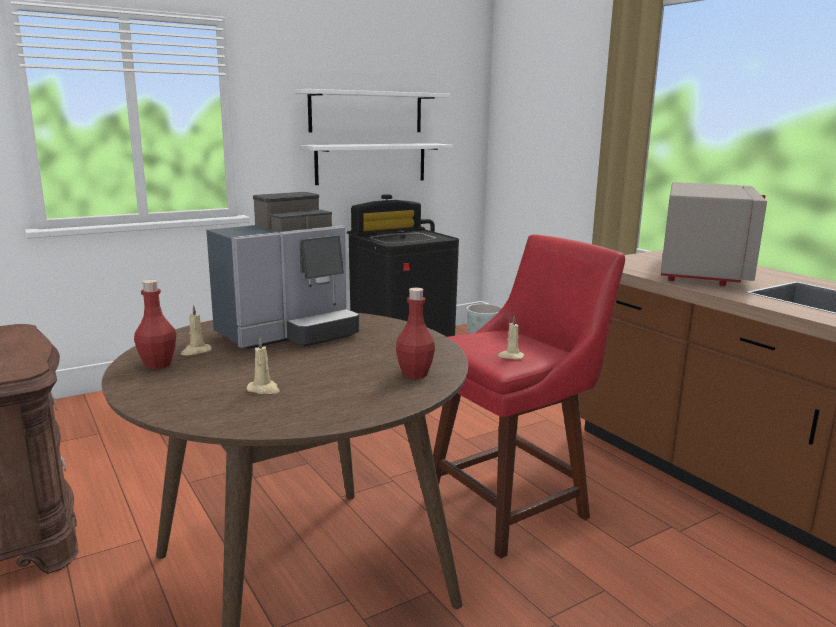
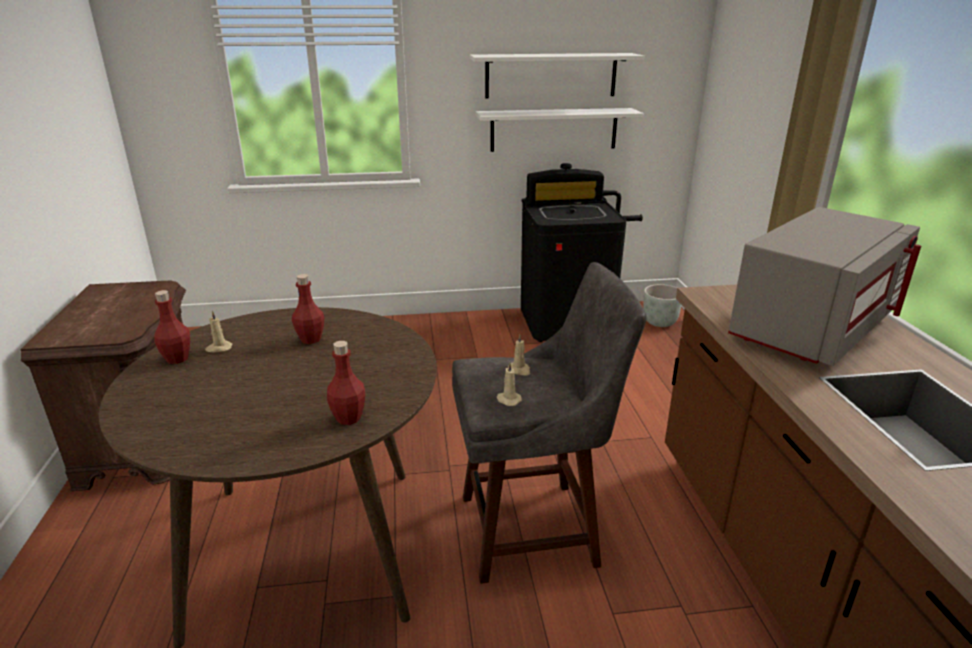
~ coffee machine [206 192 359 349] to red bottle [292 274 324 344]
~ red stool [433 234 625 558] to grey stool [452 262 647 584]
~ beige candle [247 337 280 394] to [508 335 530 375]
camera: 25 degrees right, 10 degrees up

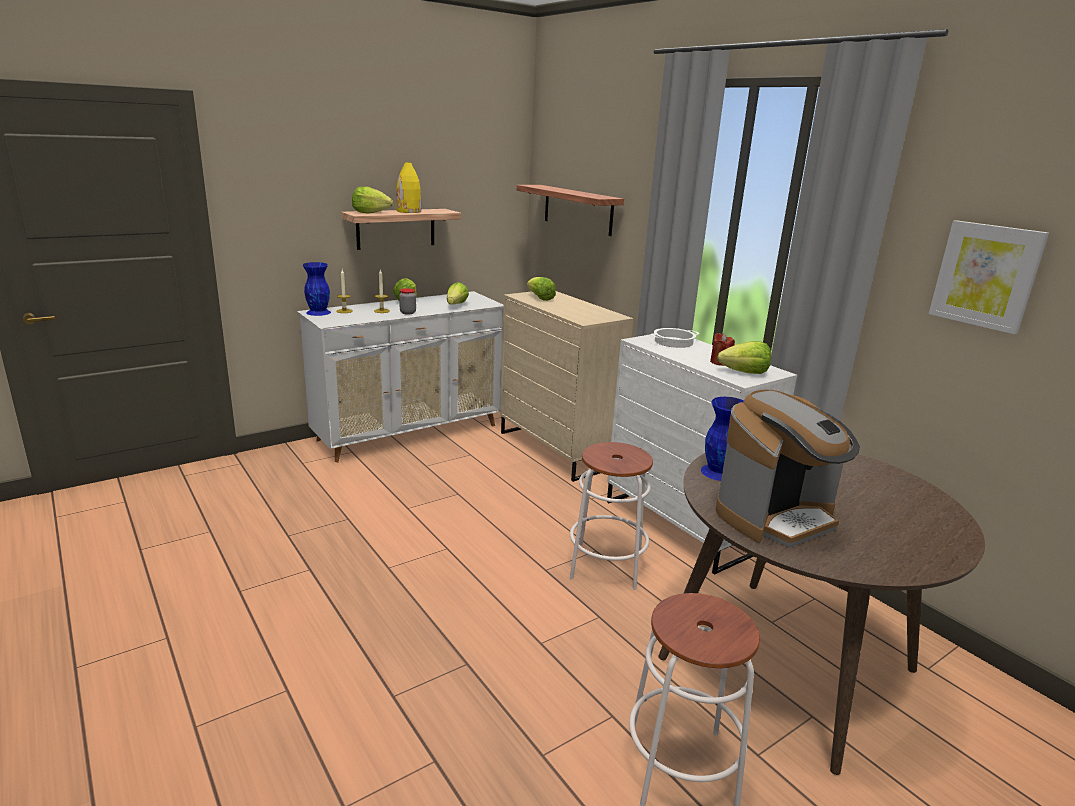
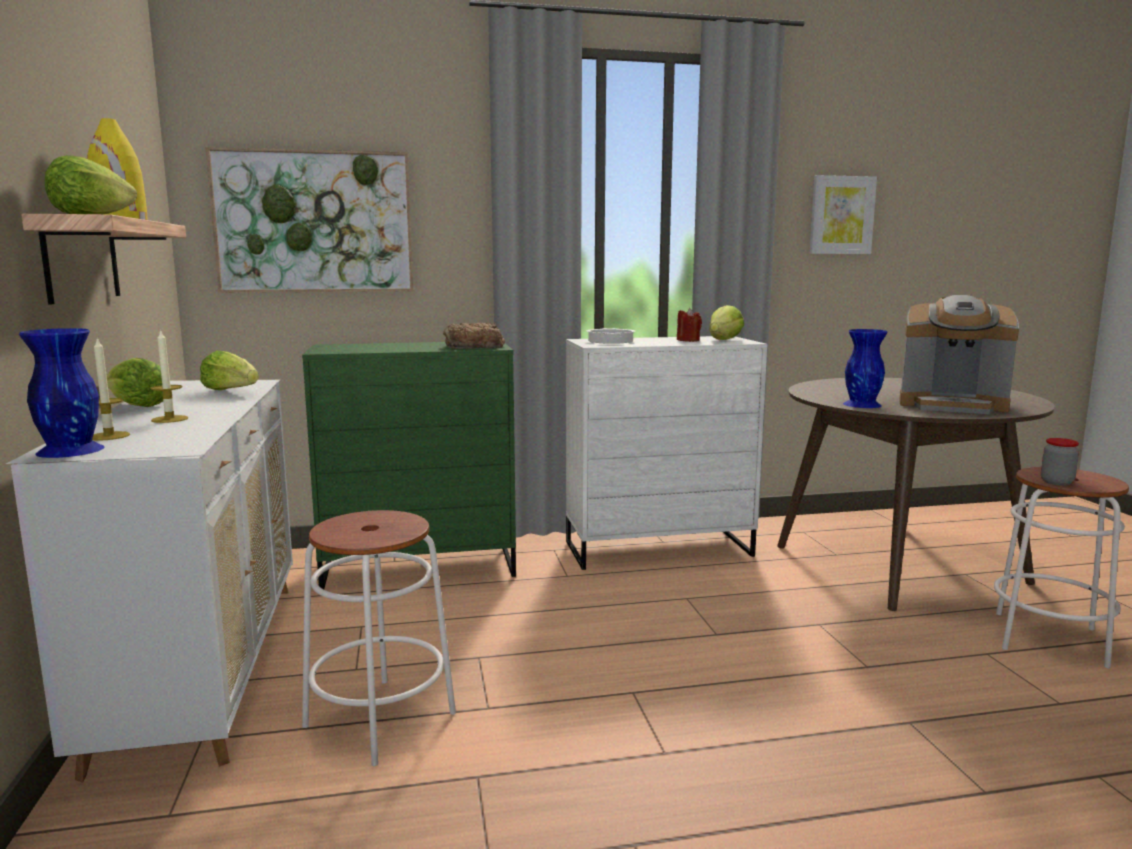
~ shelf [517 185 624 236] to picture [205 147 413 293]
~ beige dresser [500 291 634 482] to green dresser [302 342 516 589]
~ white stool [570 442 653 590] to [302 510 456 766]
+ bread [443 322 505 349]
~ coffee machine [716 390 860 548] = [899 295 1019 414] 120 degrees clockwise
~ jar [399 288 416 315] to [1041 438 1079 486]
- lettuce [527 277 556 301]
camera: 65 degrees left, 10 degrees down

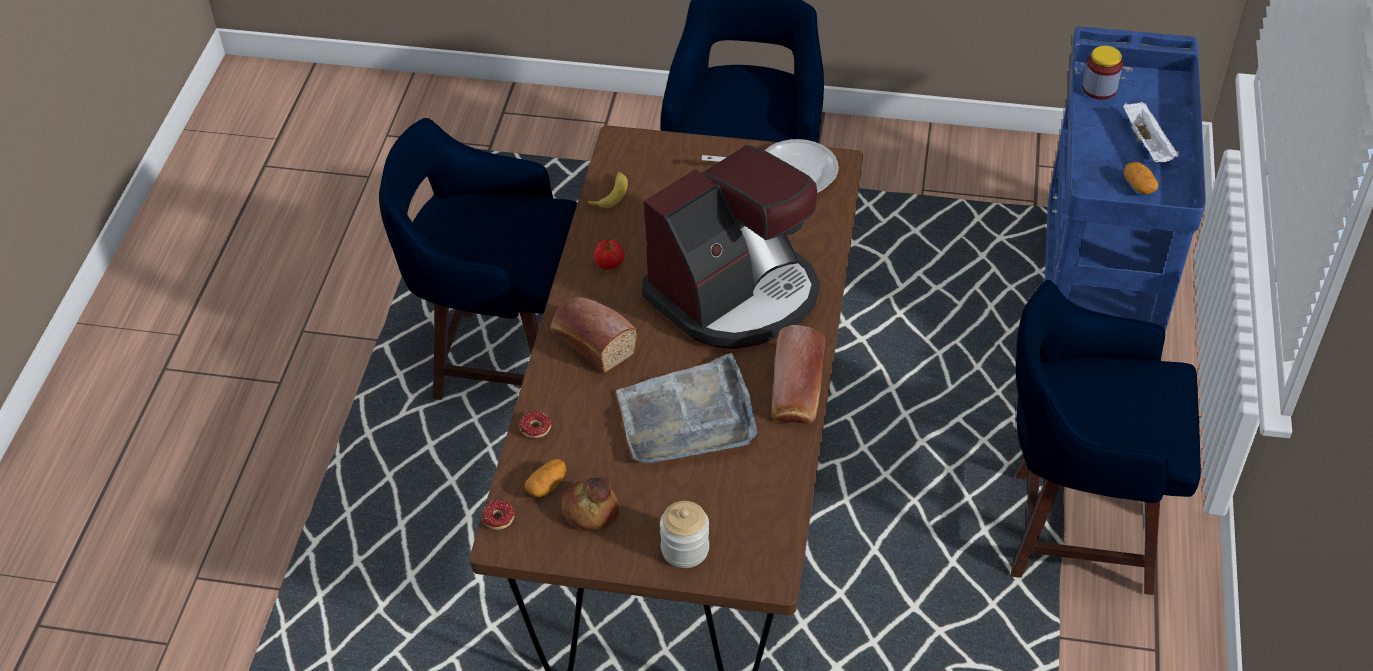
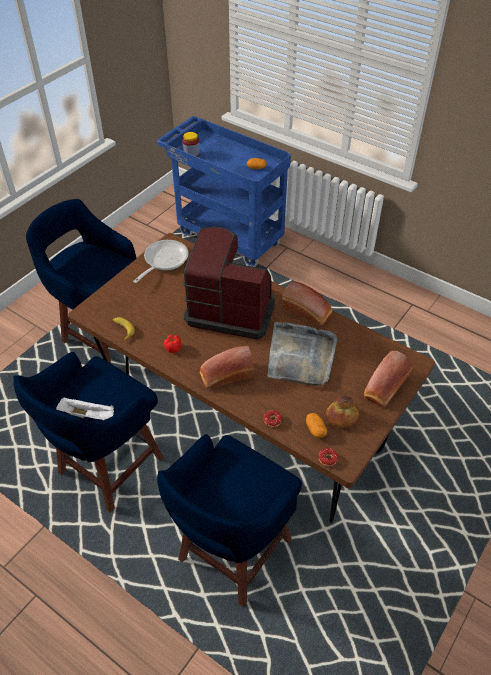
~ white tray [1123 102 1179 162] to [56 397 114 420]
~ blue stool [1011 280 1201 595] to [157 434 302 607]
~ coffee machine [642 145 820 349] = [183 226 275 340] 60 degrees counterclockwise
~ jar [660 501 709 568] to bread [364 351 413 407]
camera: 65 degrees left, 0 degrees up

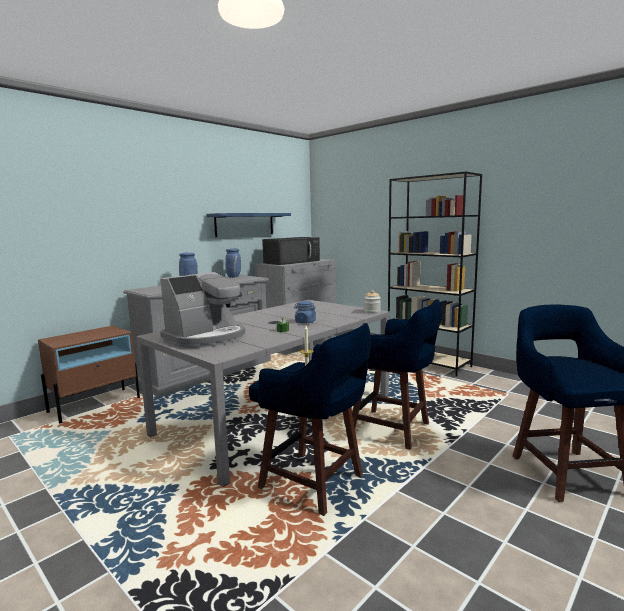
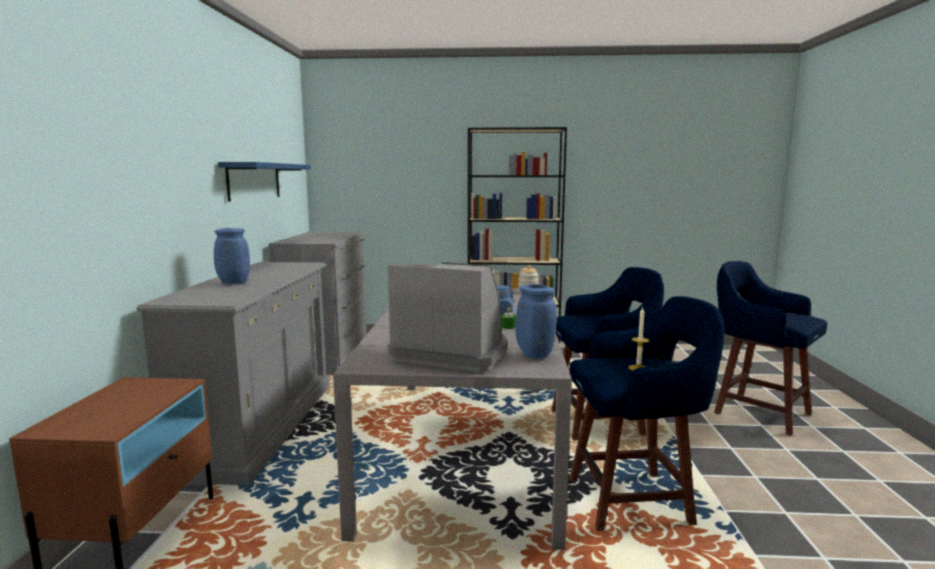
~ coffee machine [160 272 245 348] = [387 262 507 372] 75 degrees counterclockwise
~ blue vase [225 249 241 278] to [515 284 557 359]
- black microwave [262 237 320 265]
camera: 40 degrees left, 0 degrees up

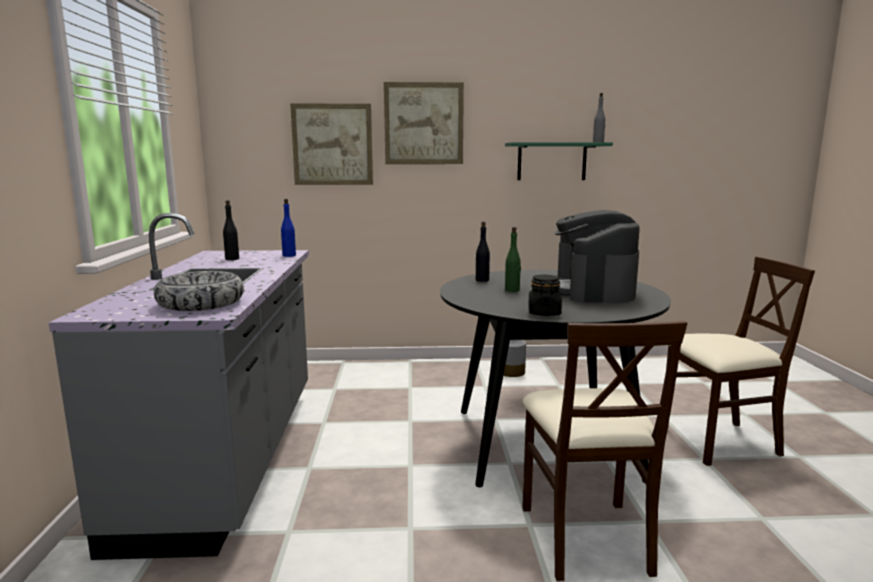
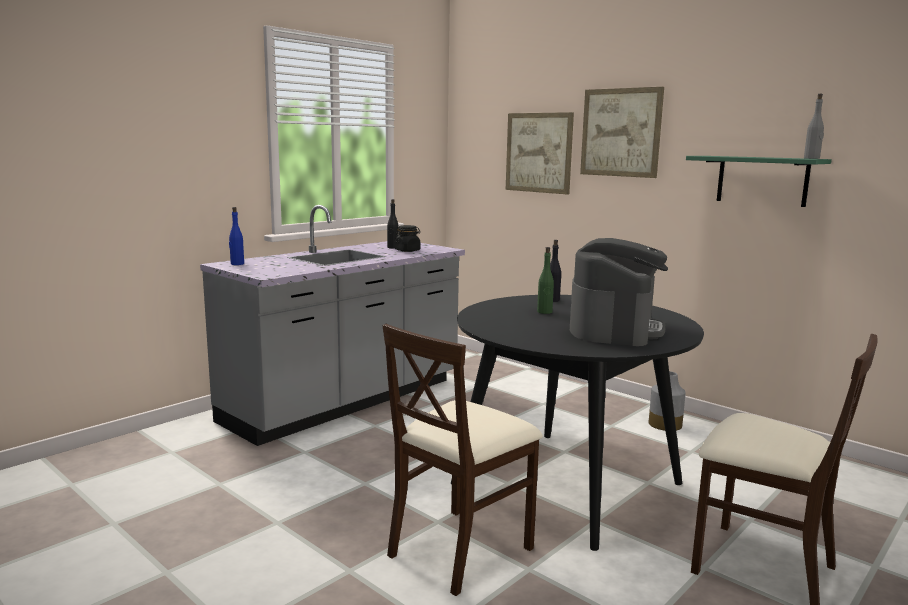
~ blue bottle [281 199 296 257] to [229 207 244 265]
~ black jar [528 275 562 316] to [395 225 421 252]
~ coffee machine [554 210 640 303] = [570 238 668 346] 150 degrees clockwise
- bowl [154 271 244 311]
camera: 45 degrees right, 0 degrees up

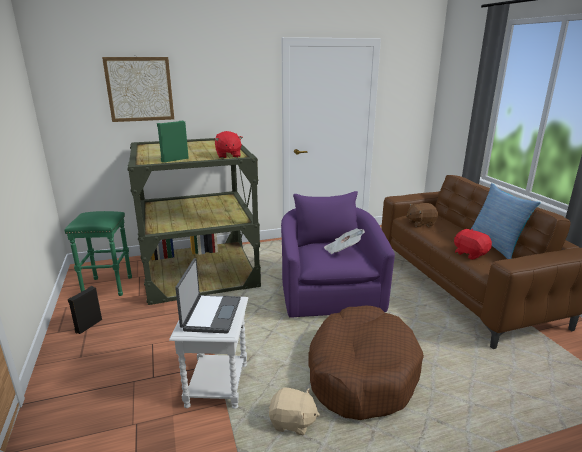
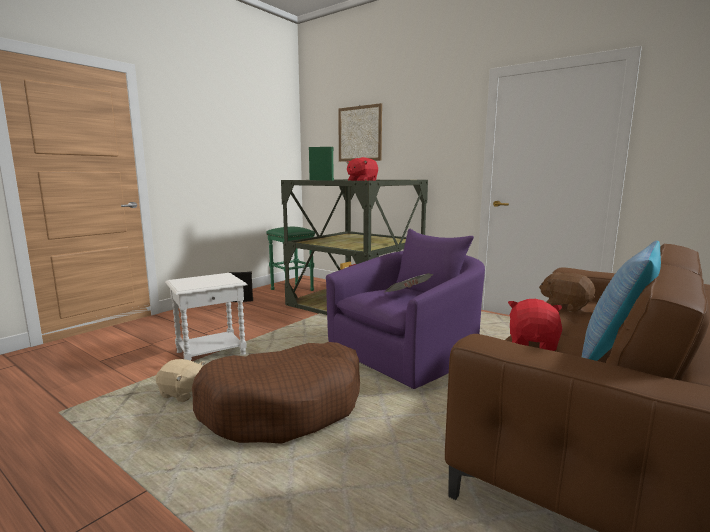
~ beige plush toy [269 387 320 435] = [156 359 206 402] 45 degrees counterclockwise
- laptop [175 258 241 333]
camera: 55 degrees right, 10 degrees down

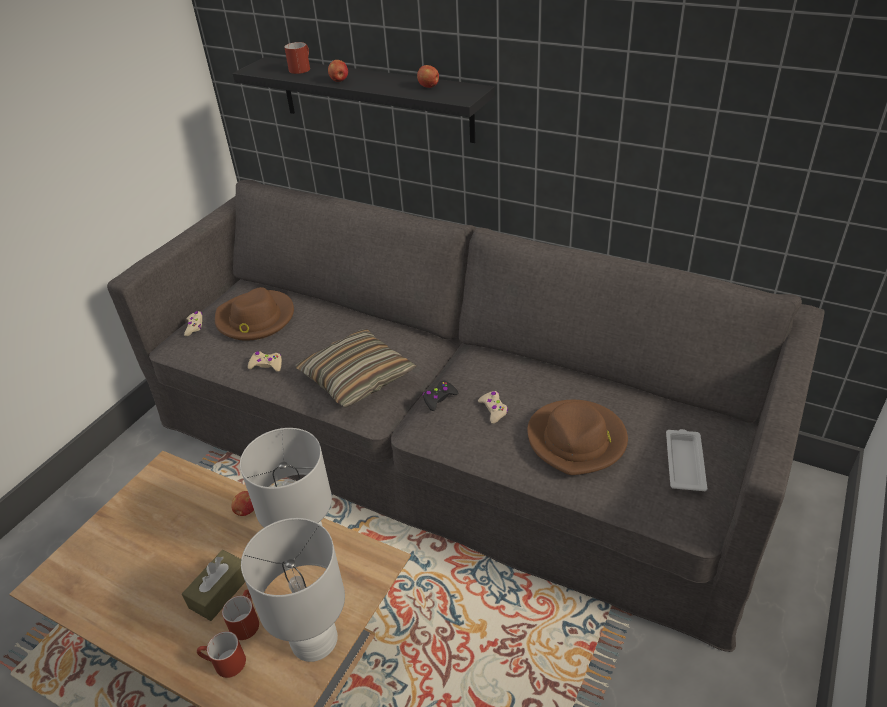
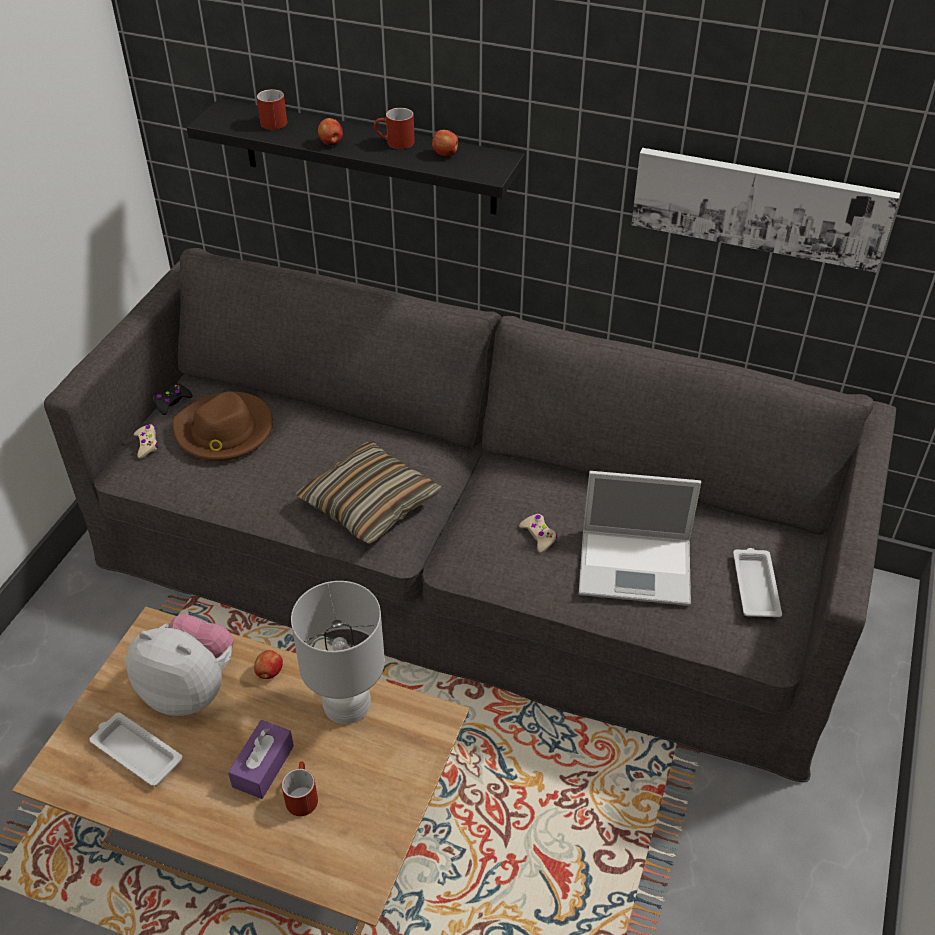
+ white tray [89 713 183 786]
+ plush toy [126 614 234 716]
~ black game controller [423 381 458 411] to [153 383 193 415]
~ brown tissue box [182 550 245 621] to purple tissue box [228 720 294 799]
~ red mug [197 631 246 678] to [374 108 415 149]
~ brown hat [527 400 628 475] to laptop [579 471 701 606]
+ picture [631 148 900 273]
- grey table lamp [241 518 345 662]
- beige game controller [248 351 282 372]
camera: 10 degrees left, 5 degrees up

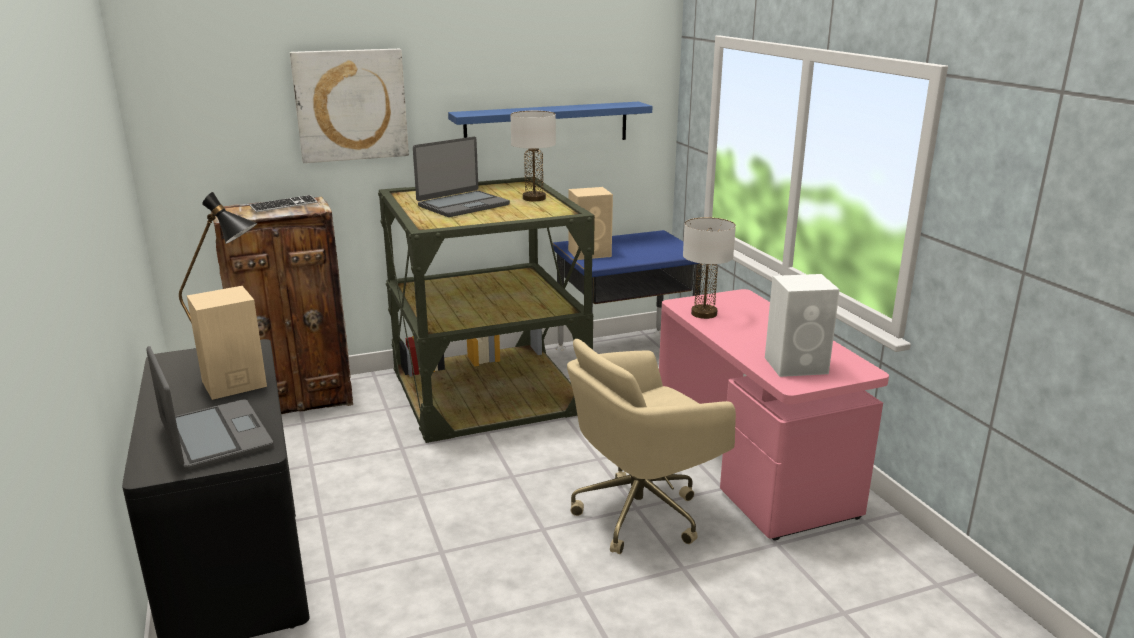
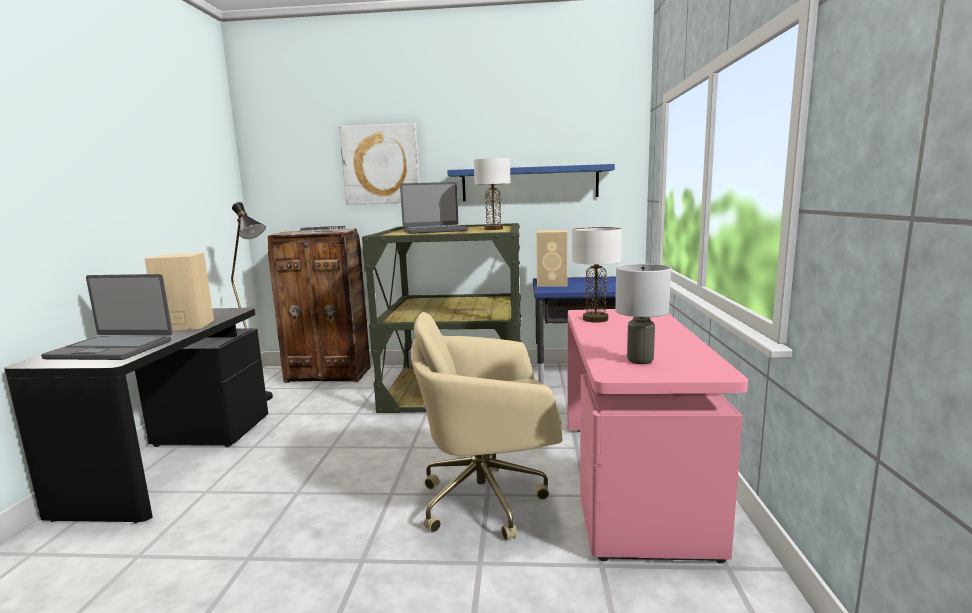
~ laptop [146 346 274 471] = [41 274 172 360] 105 degrees clockwise
~ white speaker [765 274 840 377] to white table lamp [615 264 671 364]
camera: 25 degrees right, 10 degrees down

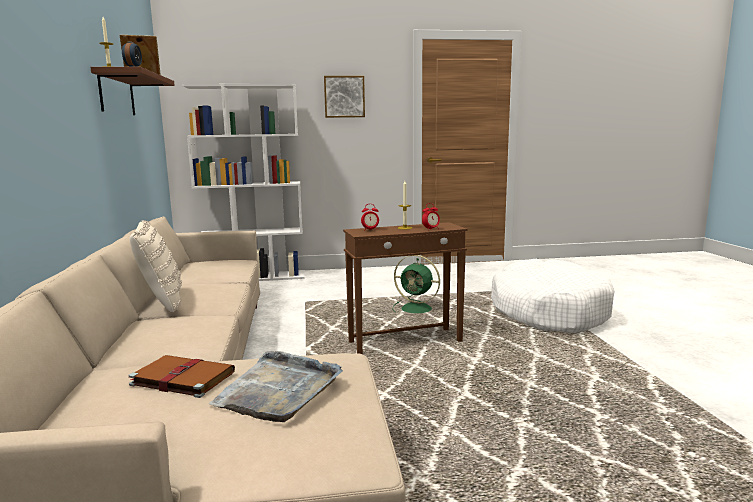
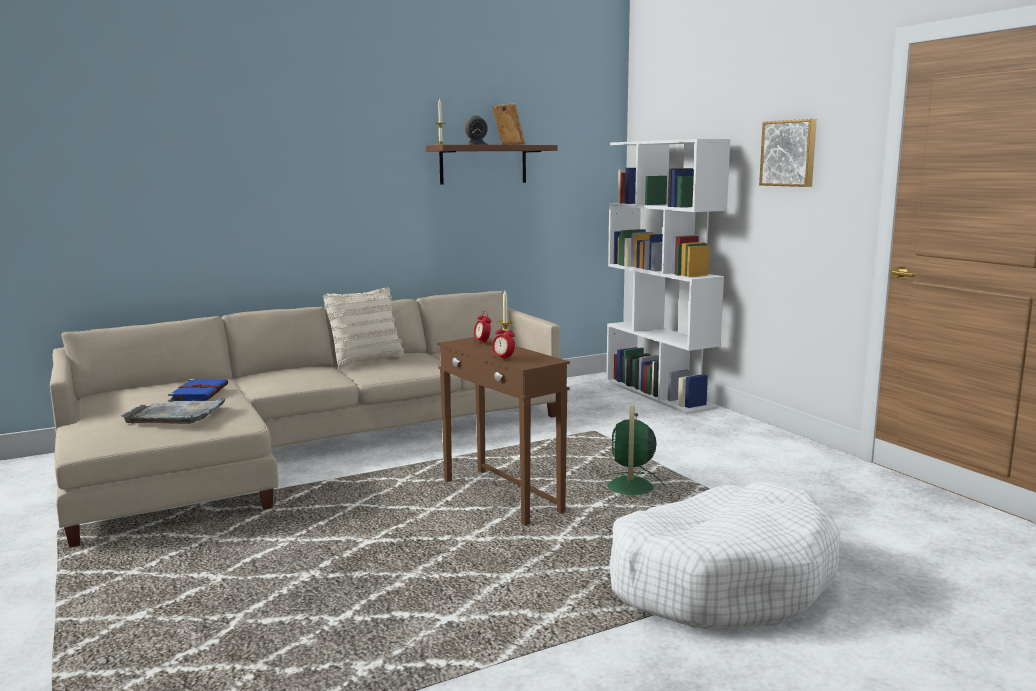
~ brown book [128 355 235 398] to blue book [168 379 228 402]
camera: 70 degrees right, 0 degrees up

